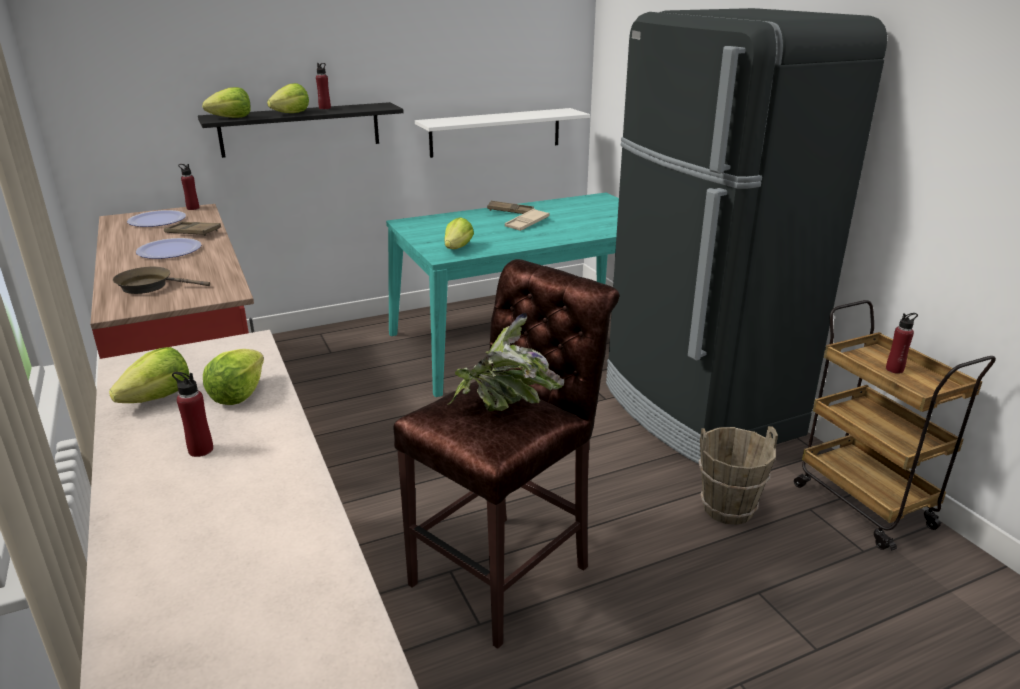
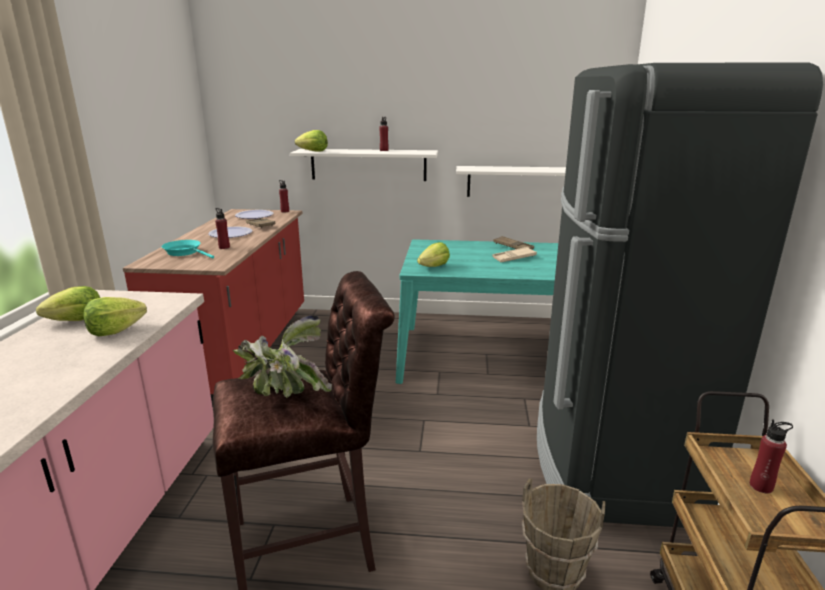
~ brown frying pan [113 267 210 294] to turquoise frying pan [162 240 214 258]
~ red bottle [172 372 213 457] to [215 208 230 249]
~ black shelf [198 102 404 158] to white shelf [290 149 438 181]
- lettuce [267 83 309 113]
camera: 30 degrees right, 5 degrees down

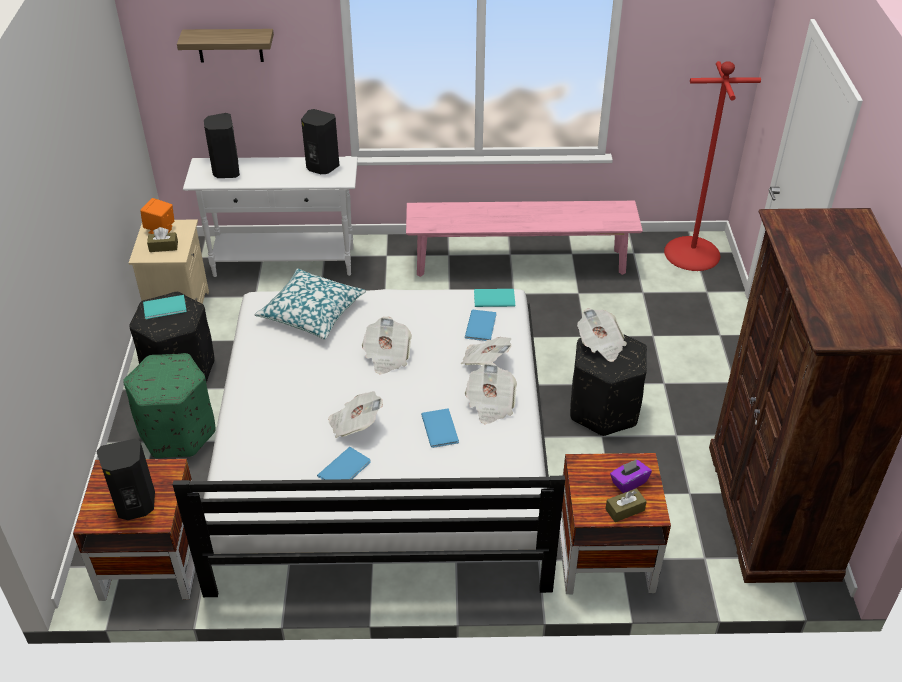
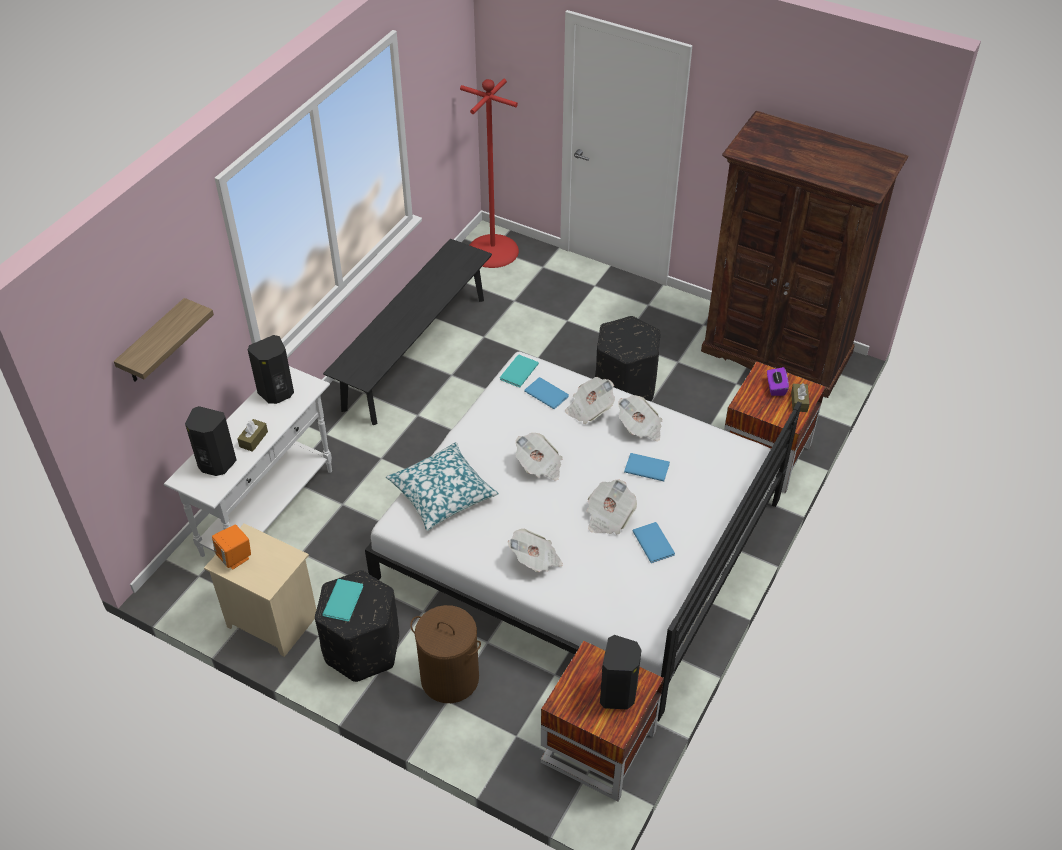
~ brown tissue box [147 227 178 252] to [237 419 268 452]
~ pink bench [406 201 643 277] to black bench [323 239 492 425]
~ green ottoman [123 353 216 458] to brown laundry basket [410 605 481 703]
~ newspaper [577 308 627 362] to [508 529 563 572]
camera: 60 degrees left, 5 degrees up

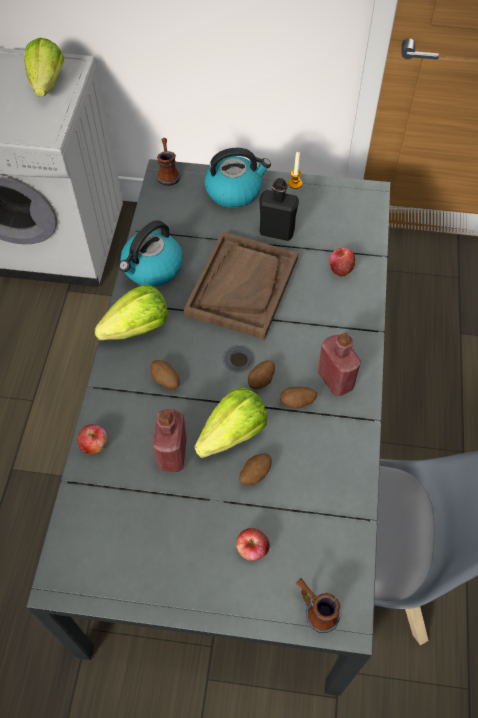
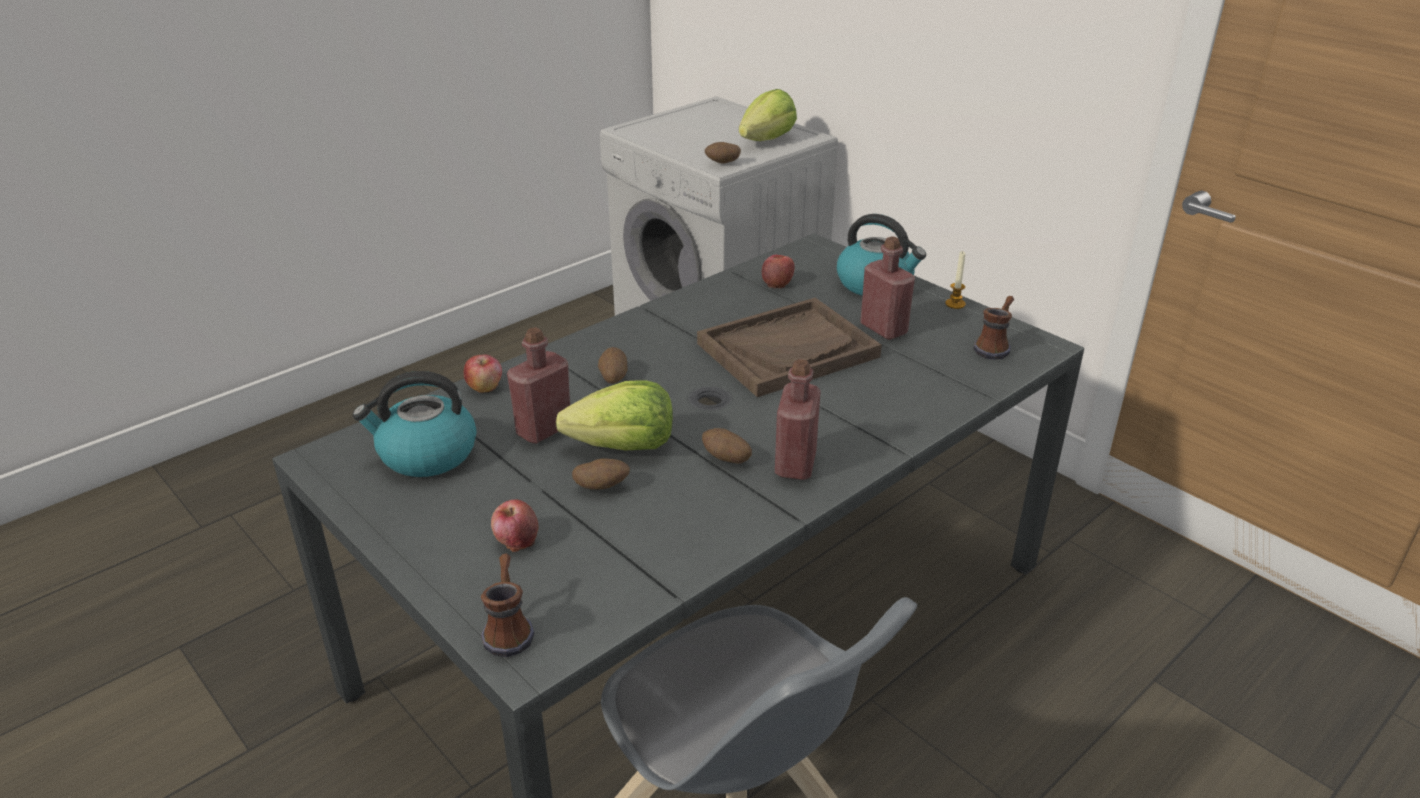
~ kettle [119 220 183 287] to [352 371 477 477]
~ potato [248 360 275 389] to [705 142 741 164]
~ apple [329 248 355 277] to [762 255 795 288]
~ black bottle [259 178 299 241] to red bottle [860 236 915 340]
~ mug [156 138 180 186] to [974 296 1014 360]
- lettuce [95 284 168 340]
camera: 40 degrees right, 25 degrees down

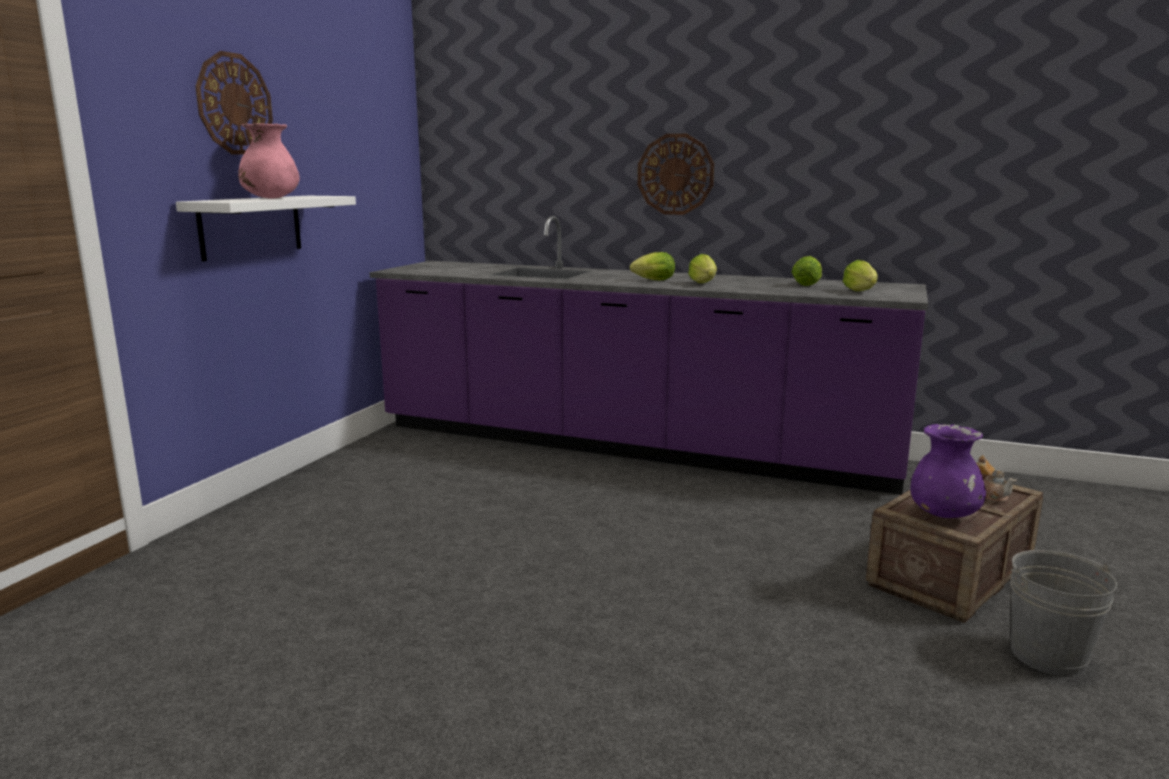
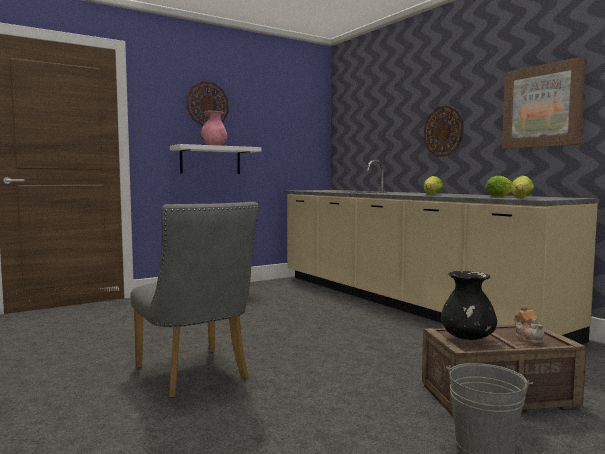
+ grey chair [130 202 259 398]
~ purple counter [369 216 928 495] to beige counter [283 160 600 344]
~ purple vase [911 424 986 518] to black vase [441 271 497 340]
+ picture [502 57 586 149]
- lettuce [630 252 675 281]
camera: 35 degrees right, 10 degrees down

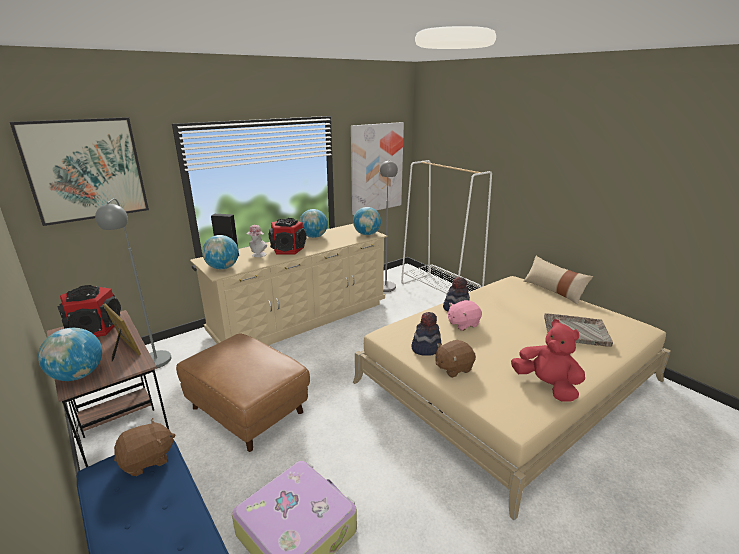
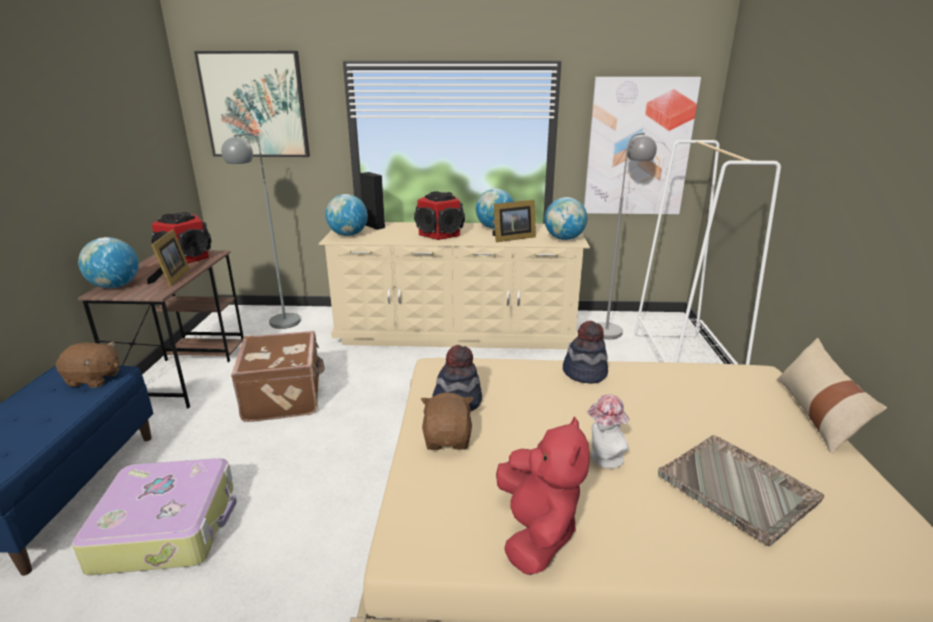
~ brown ottoman [176 333 310 452] to brown suitcase [231 331 325 422]
~ brown plush toy [435 340 476 378] = [421 393 473 450] 75 degrees clockwise
+ picture frame [492 200 536 242]
~ hat [246 225 267 257] to [587 394 630 468]
- pink plush toy [448 300 482 331]
camera: 40 degrees right, 0 degrees up

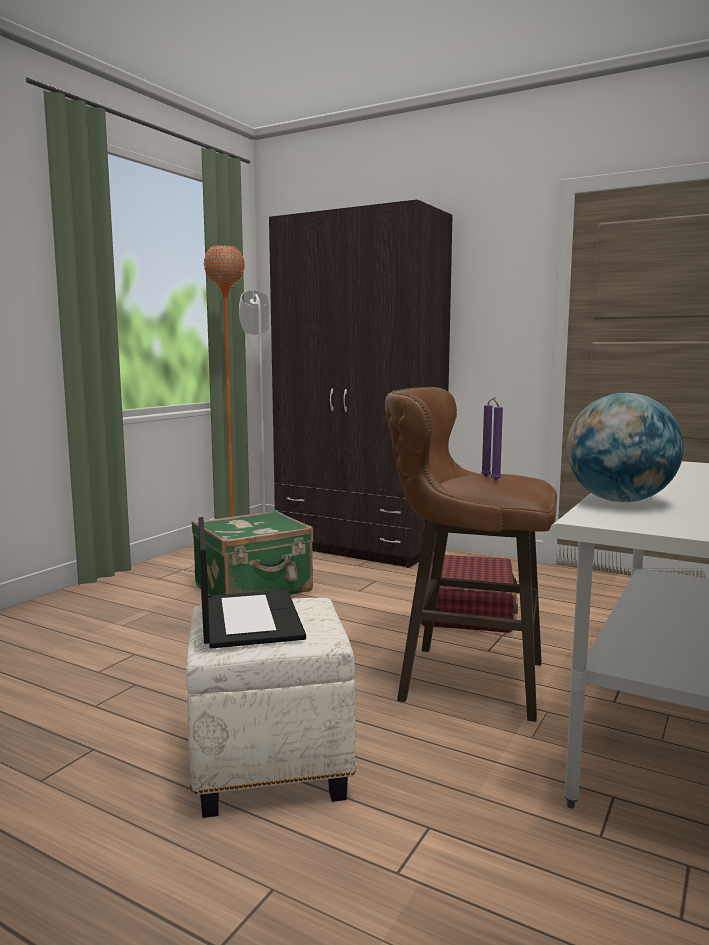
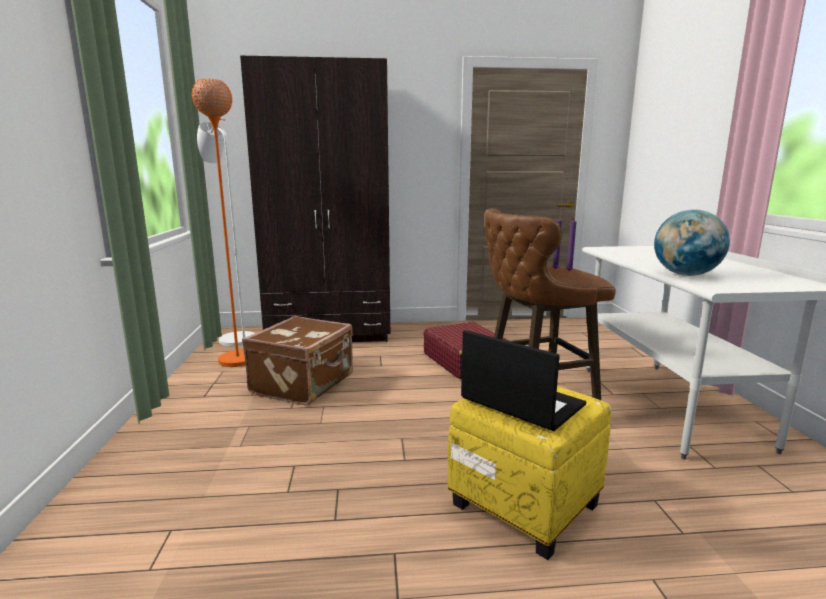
~ green suitcase [191 510 313 596] to brown suitcase [242 316 353 405]
~ white ottoman [186 598 356 818] to yellow ottoman [448 386 611 560]
camera: 35 degrees left, 5 degrees up

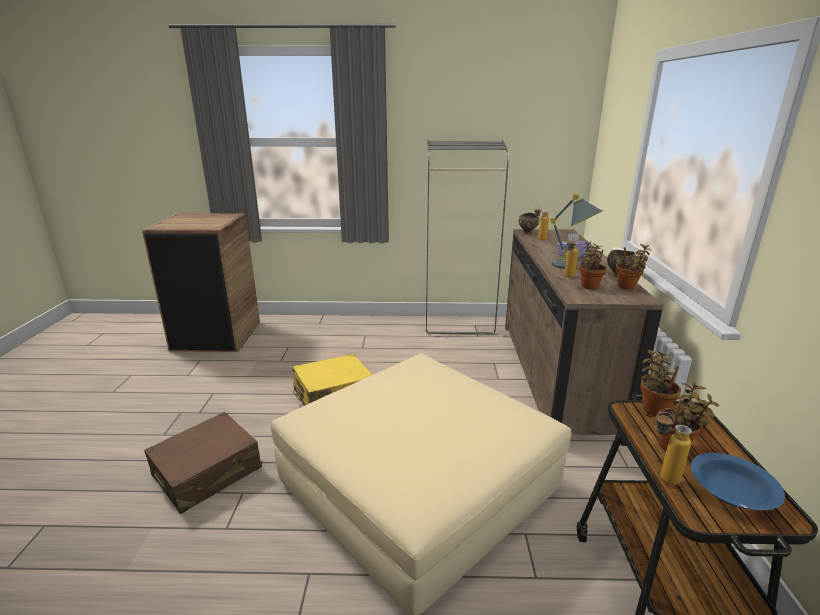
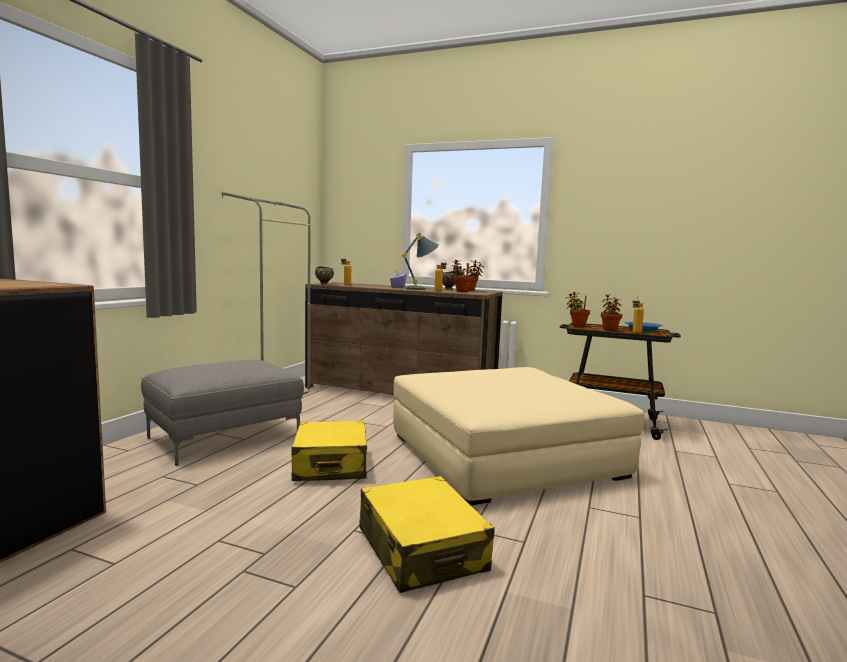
+ grey ottoman [141 360 304 466]
~ brown suitcase [144 412 262 514] to yellow suitcase [359 476 495 593]
camera: 70 degrees left, 15 degrees down

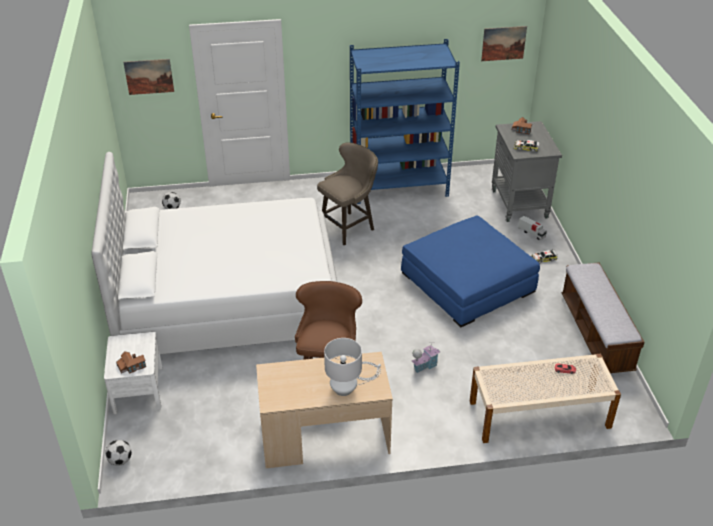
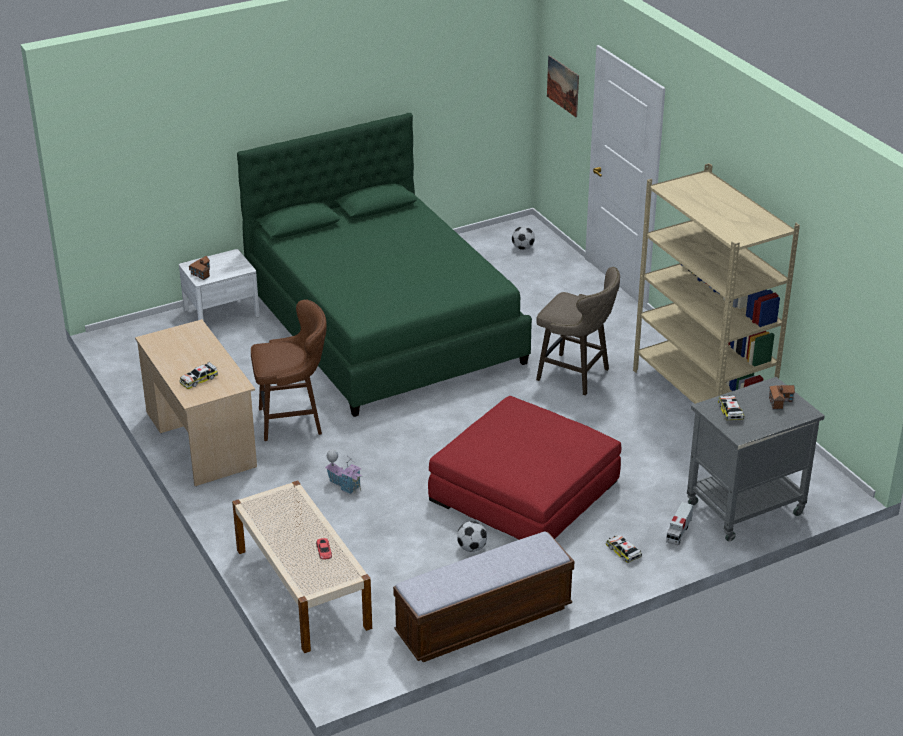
~ white table lamp [324 338 381 396] to toy car [179 362 218 389]
~ white bed [92 152 337 354] to green bed [237 113 532 417]
~ blue ottoman [401 216 540 327] to red ottoman [428 396 621 540]
~ football [105 440 132 465] to [457 521 487 552]
~ blue bookcase [350 39 460 204] to beige bookcase [633 163 800 404]
- picture [481 26 527 61]
camera: 70 degrees right, 5 degrees down

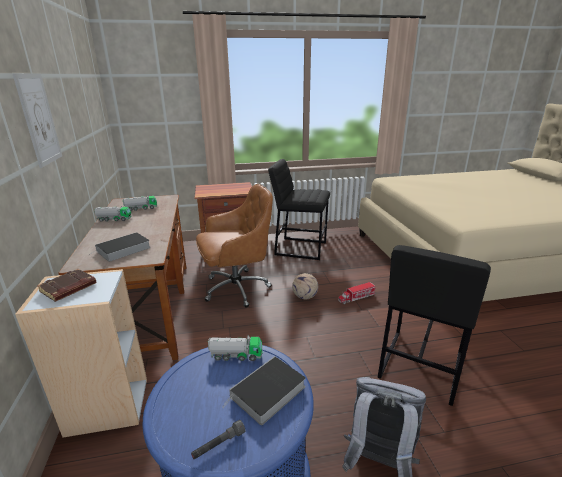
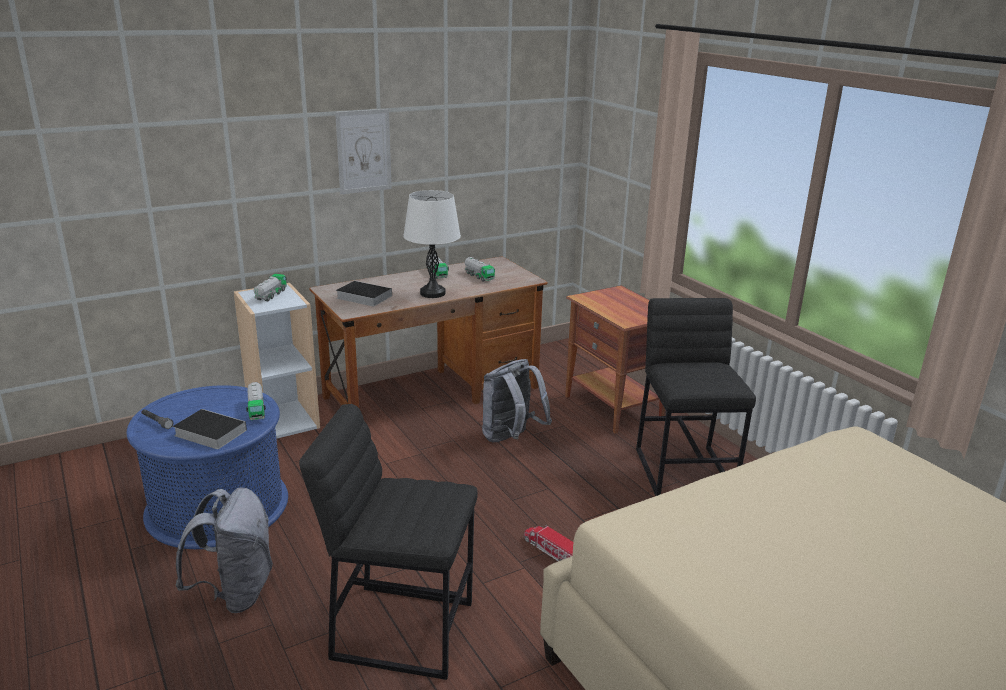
~ brown book [37 269 97 302] to toy truck [254 274 287 301]
+ white table lamp [403 190 461 298]
~ brown office chair [196 184 273 308] to grey backpack [482 359 552 442]
- football [292 273 318 299]
camera: 70 degrees right, 0 degrees up

